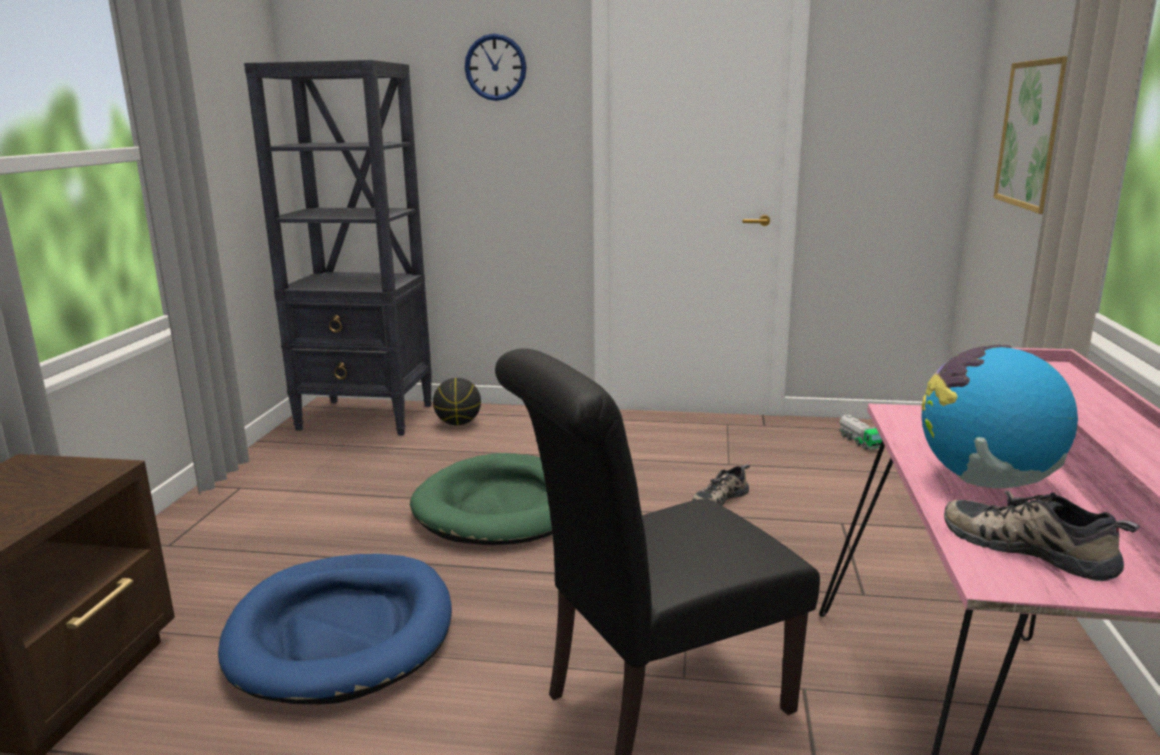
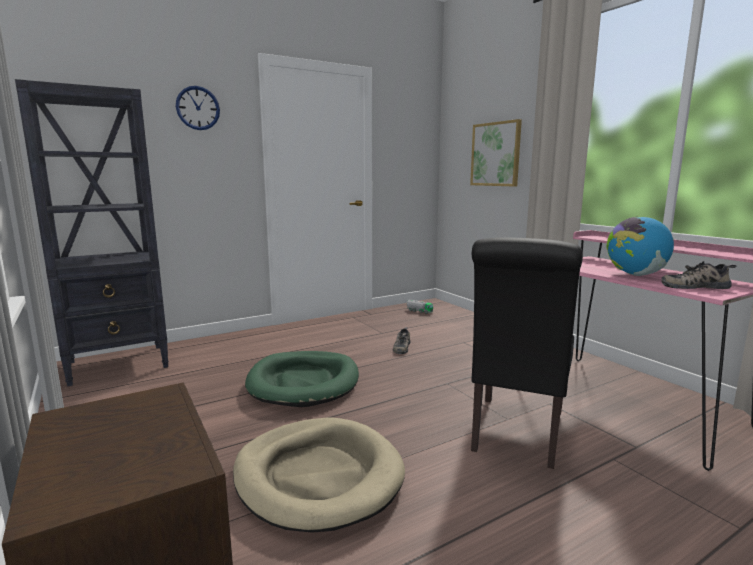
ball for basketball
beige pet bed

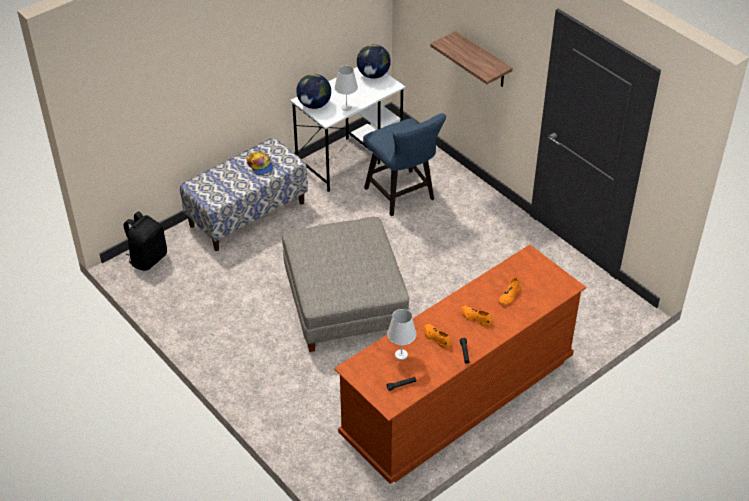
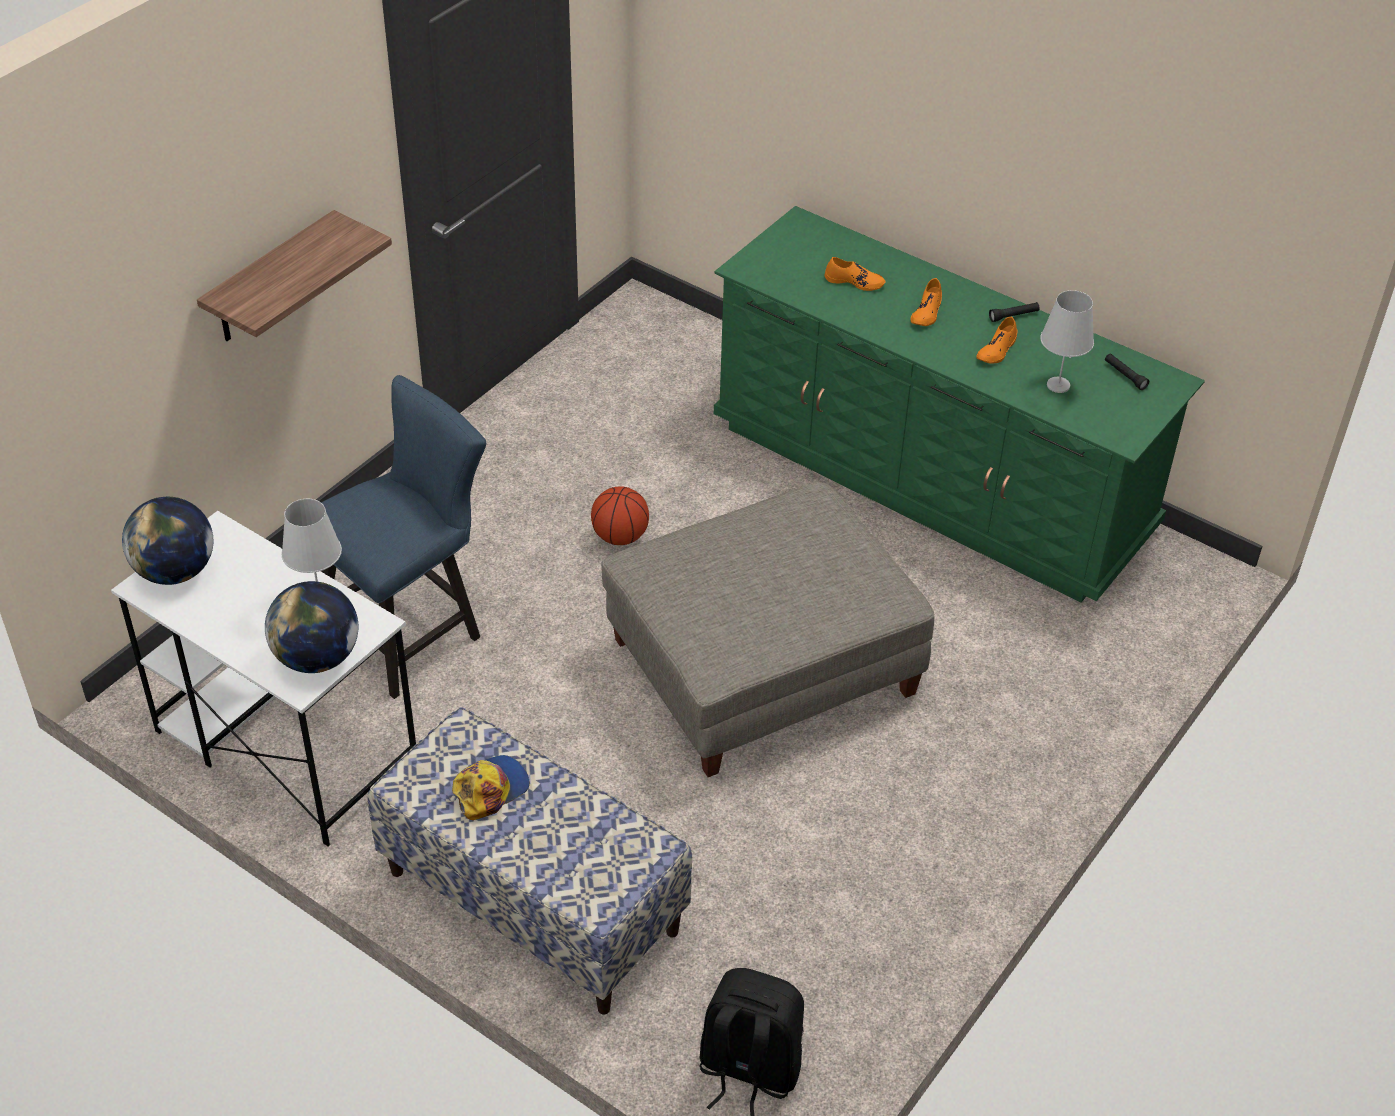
green-coloured drawer chest
ball for basketball

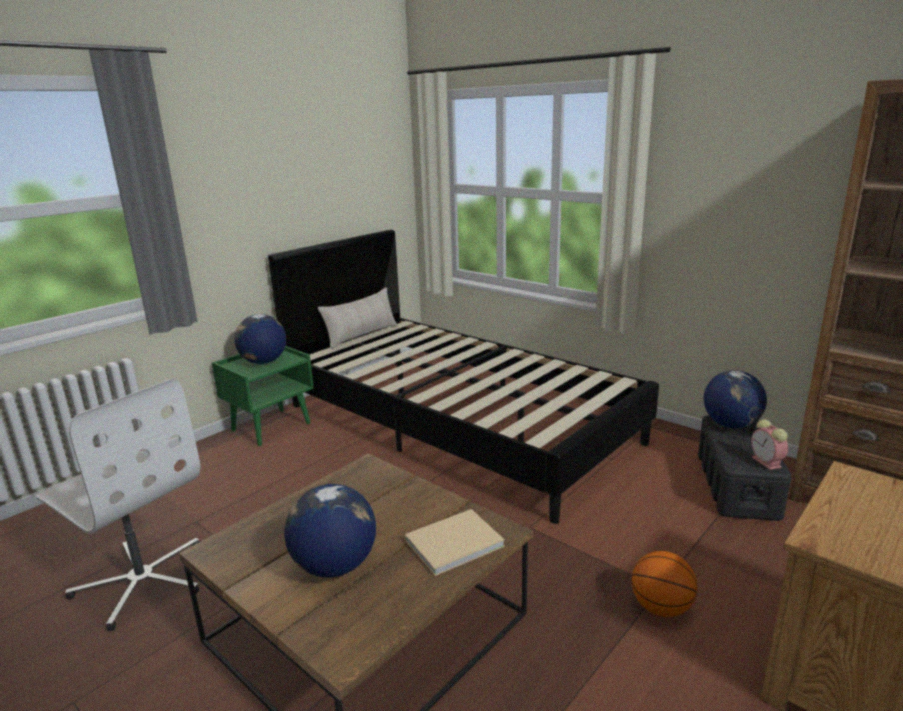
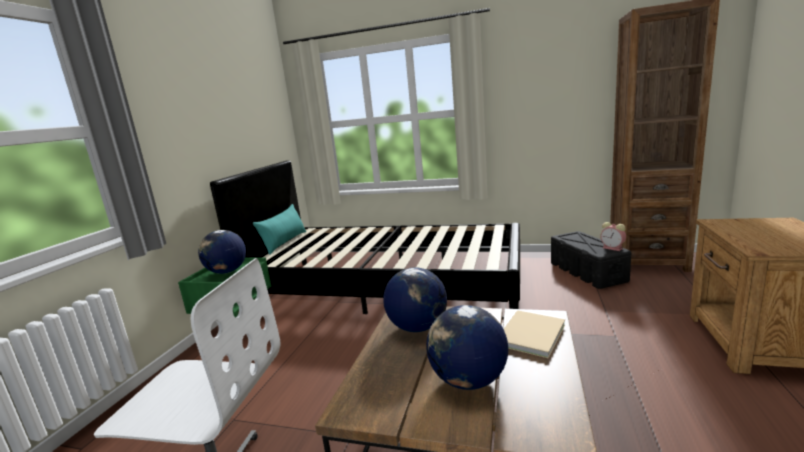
blue-green cushion
desk globe (2nd from left)
ball for basketball

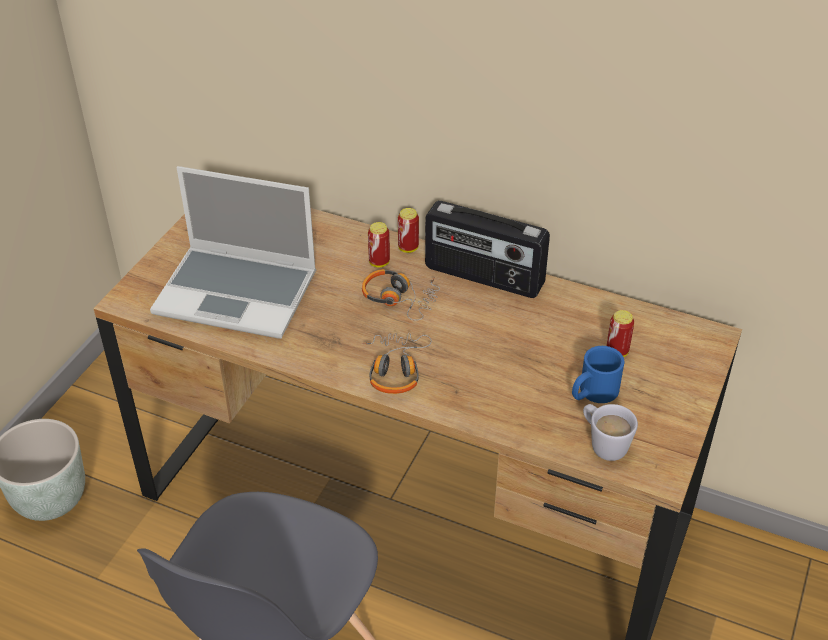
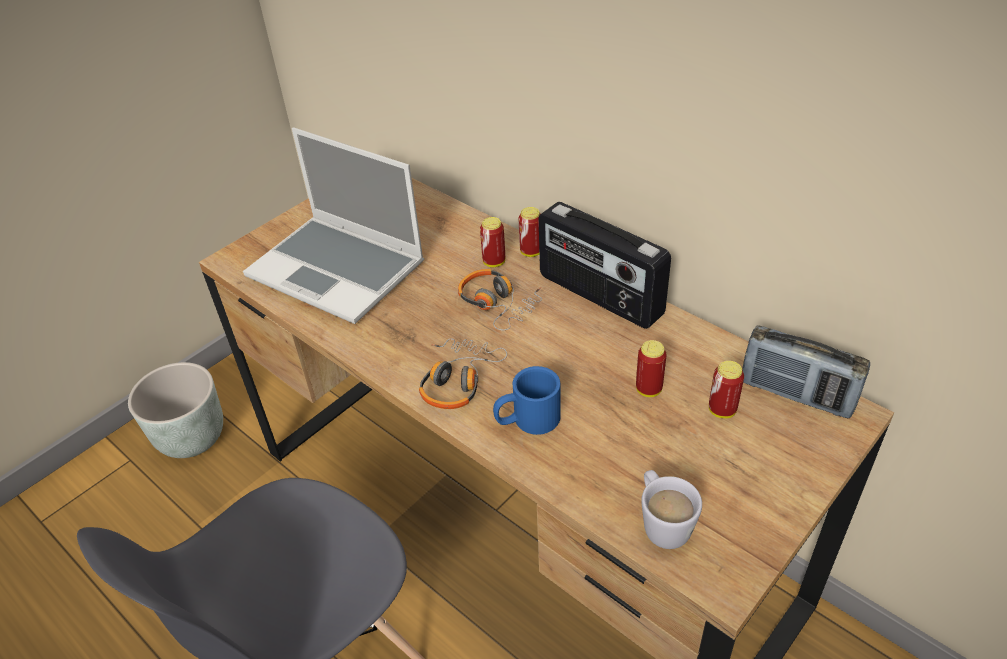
blue coffee mug
radio set (2nd from left)
metal can (3rd from left)

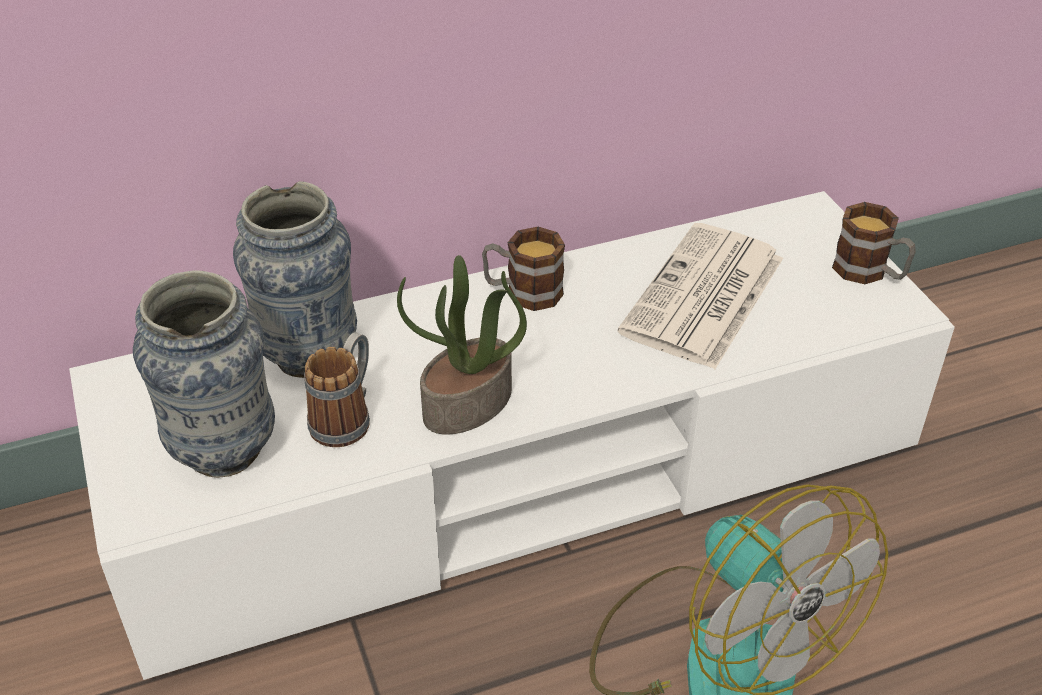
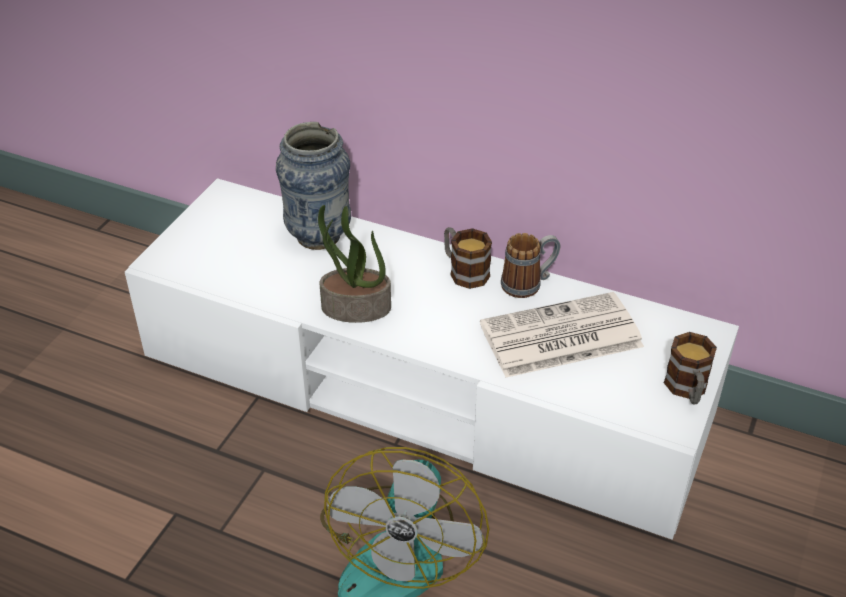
flower vase (1st from left in the first image)
coffee mug (2nd from left)

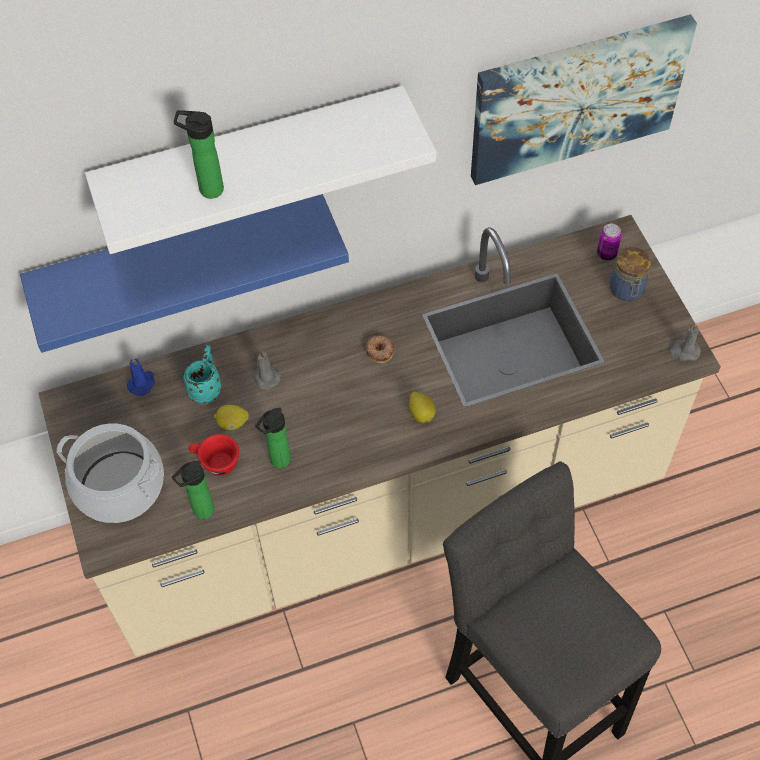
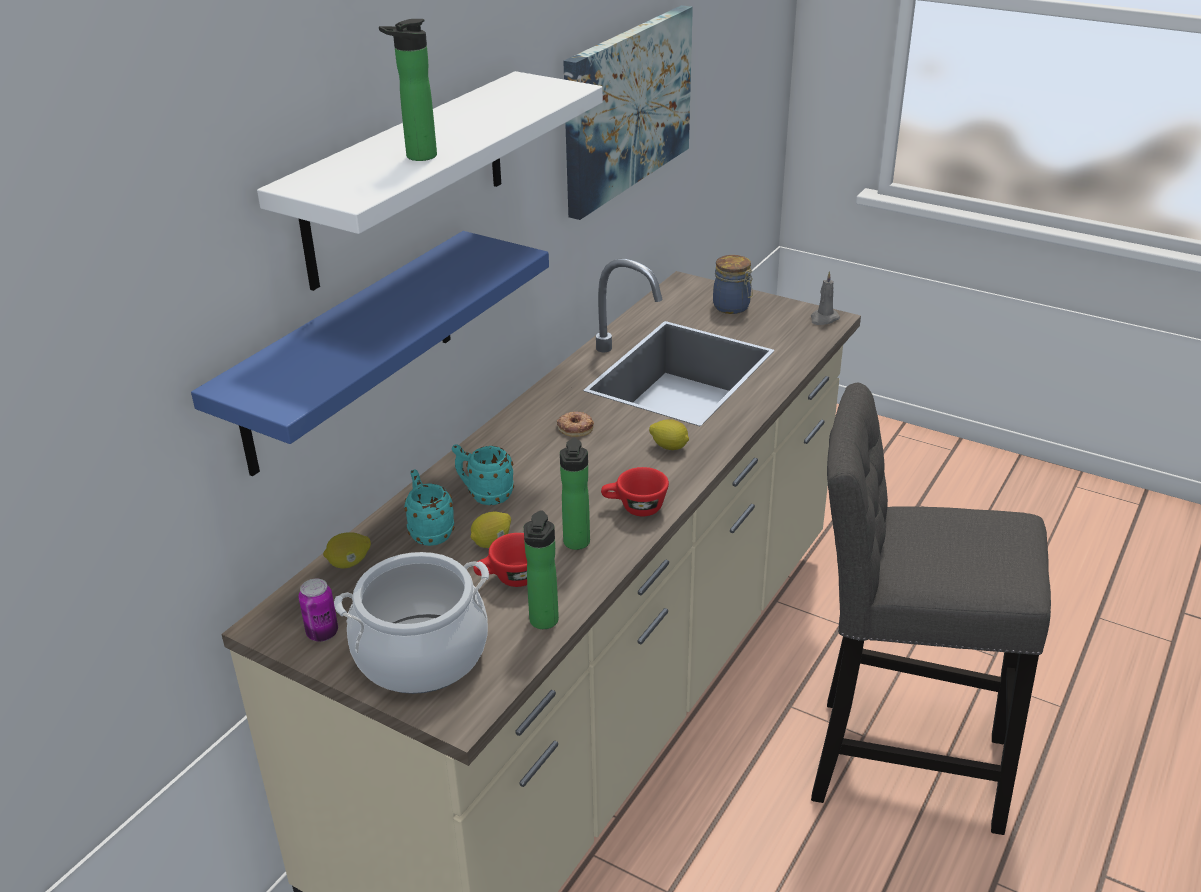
metal can
blue-green coffee mug (2nd from left)
lemon (1st from left)
red-coloured small cup (2nd from left)

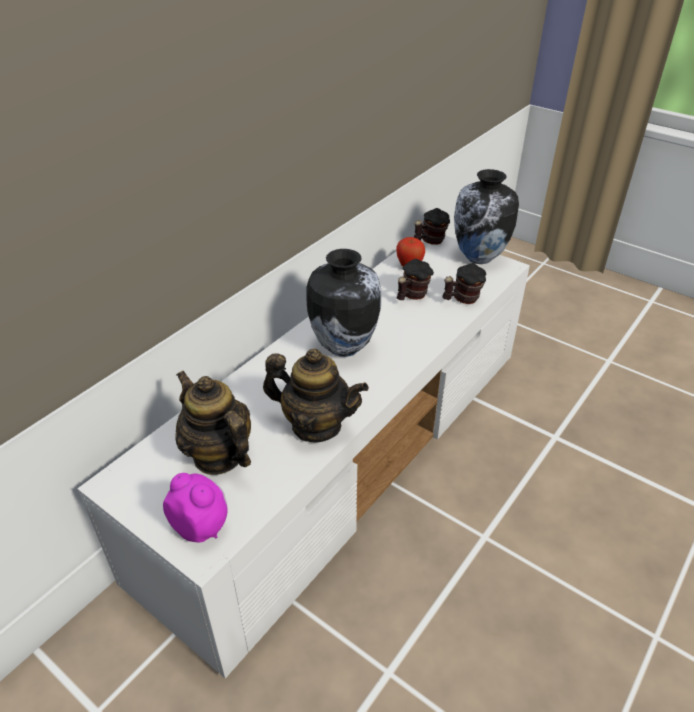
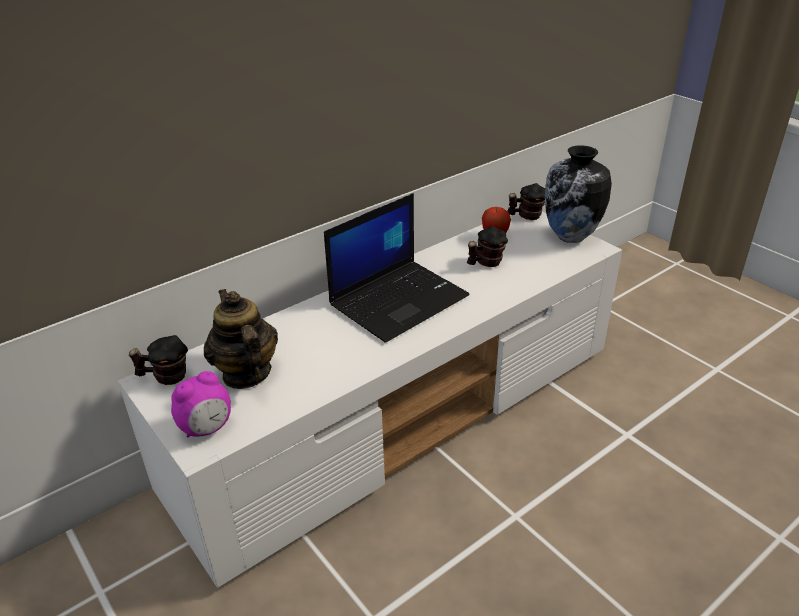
notebook computer
coffee mug (1st from left)
tea pot (2nd from left in the first image)
alarm clock

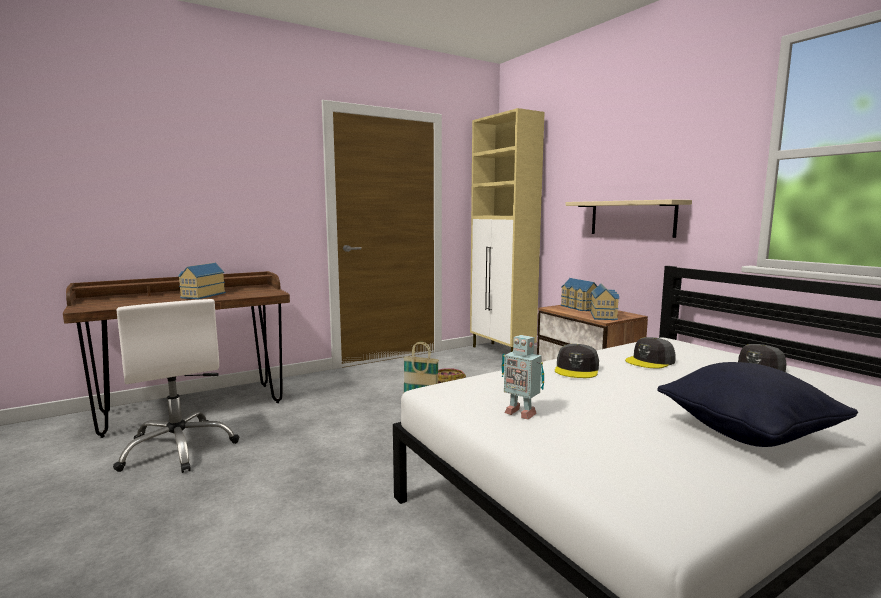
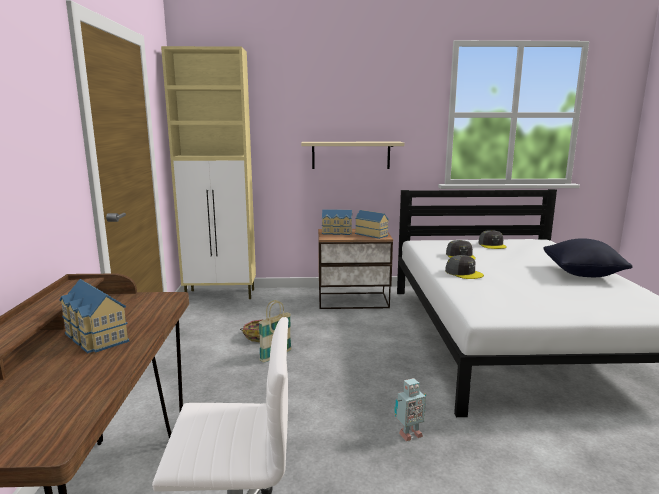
model robot

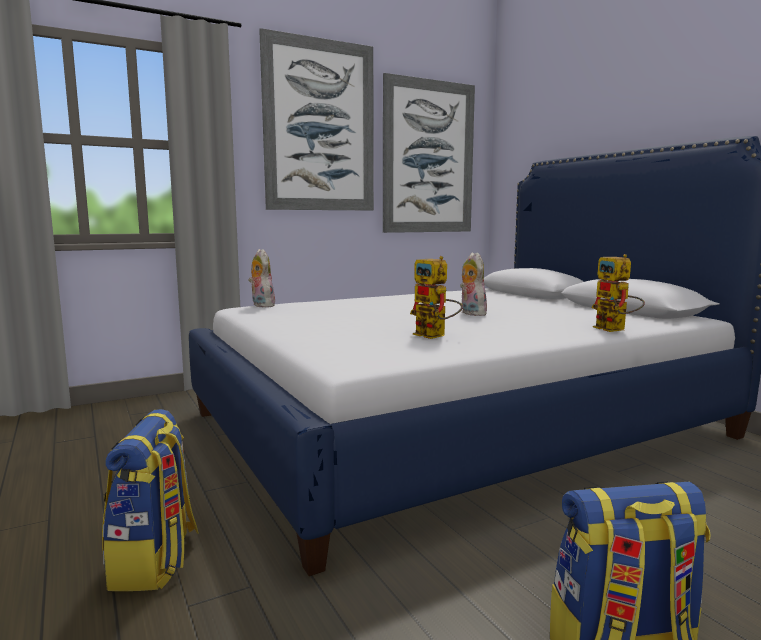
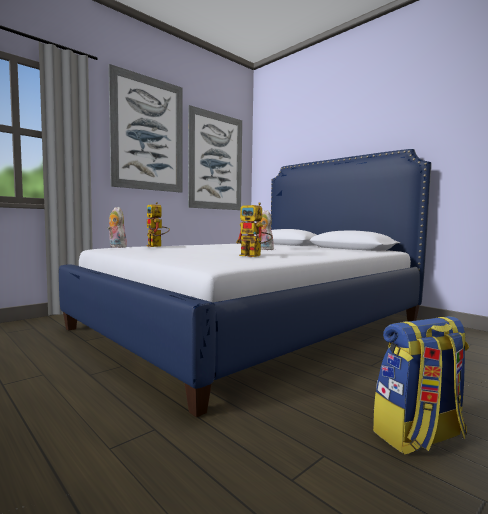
model robot (1st from left)
knapsack (1st from left in the first image)

